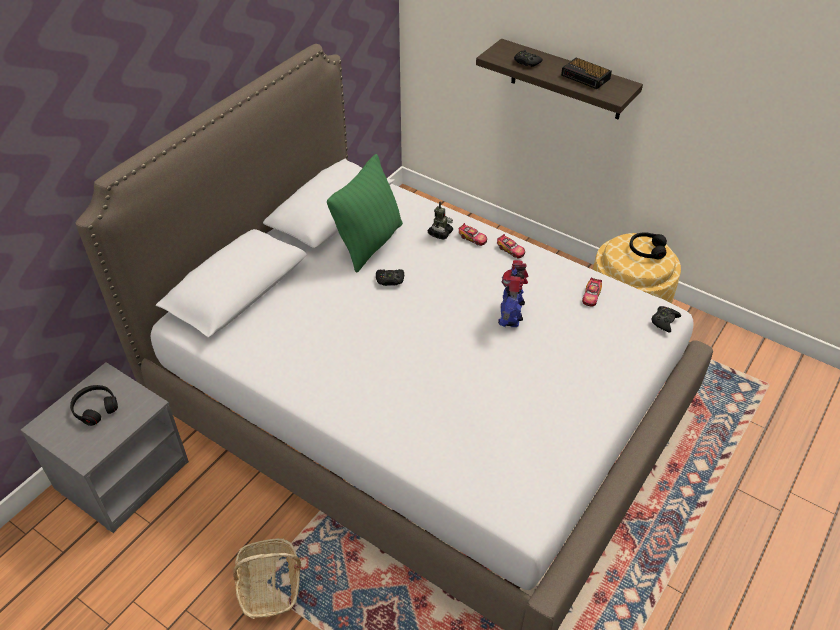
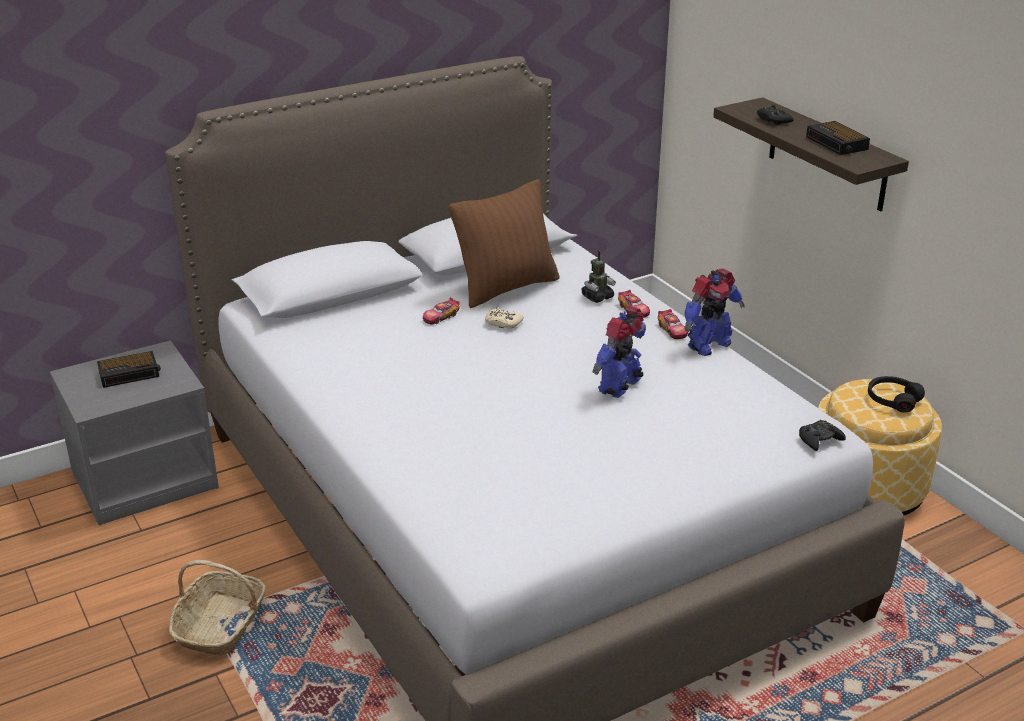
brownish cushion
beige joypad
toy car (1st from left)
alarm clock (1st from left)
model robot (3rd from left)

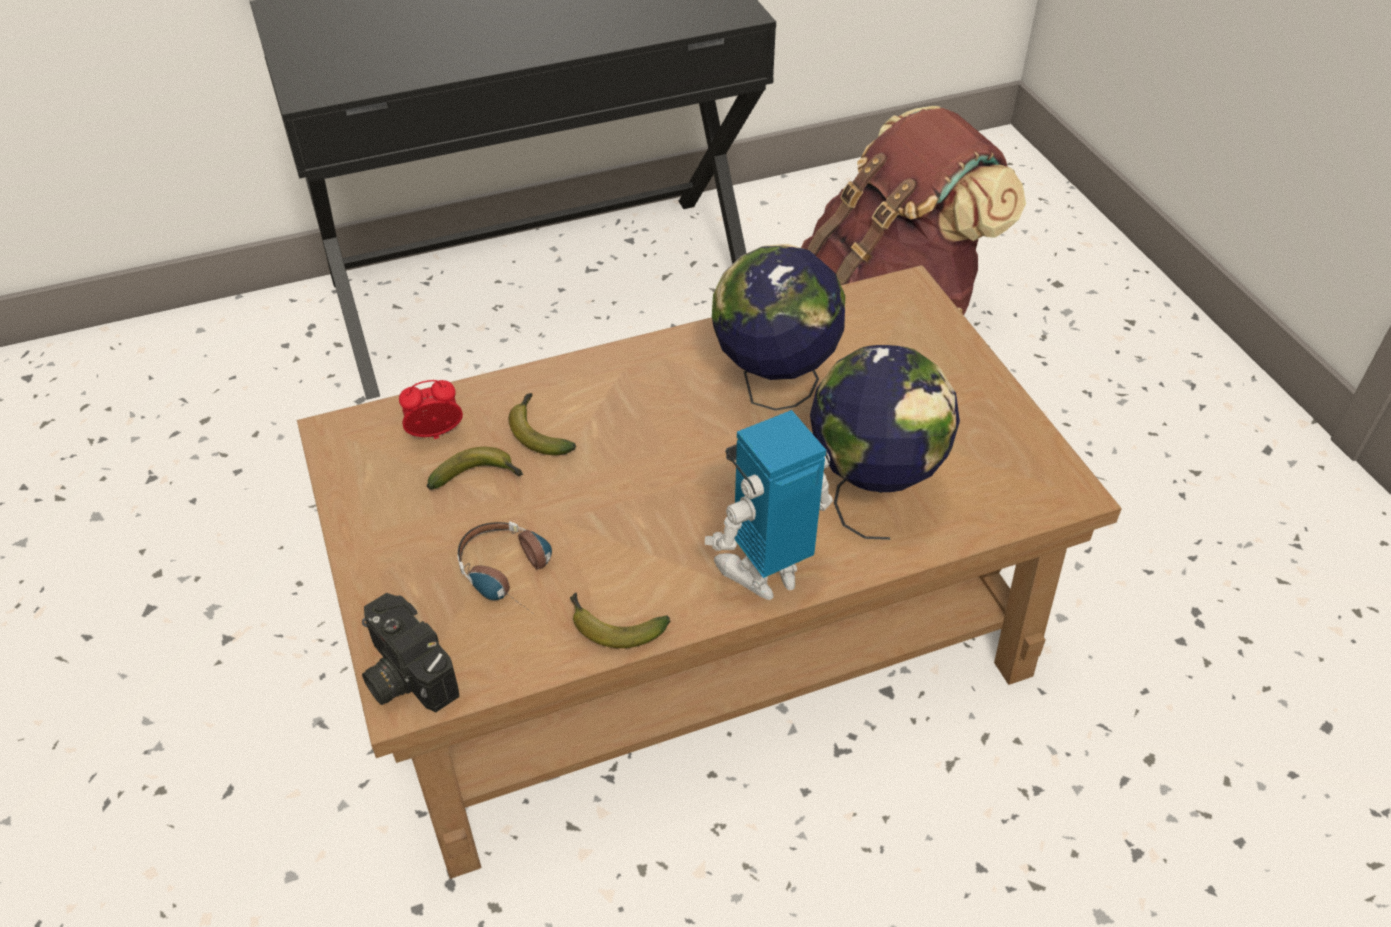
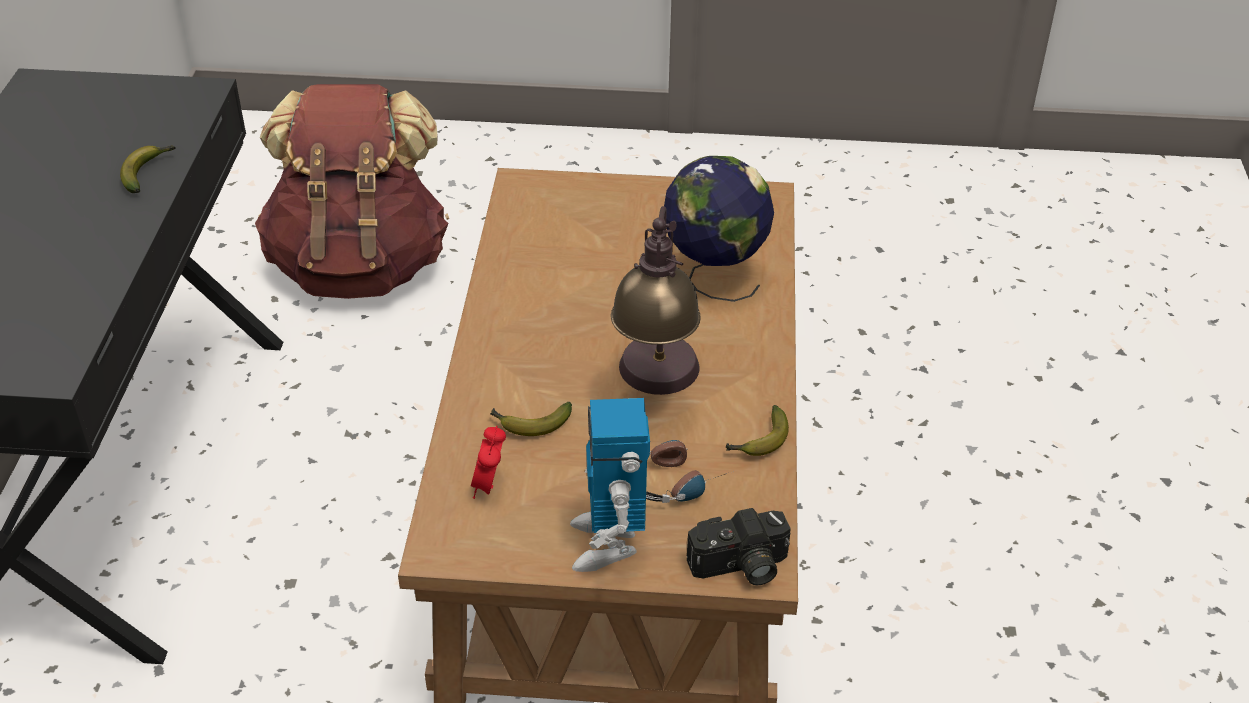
desk globe (1st from left in the first image)
model robot
banana fruit (1st from left)
tabletop lamp

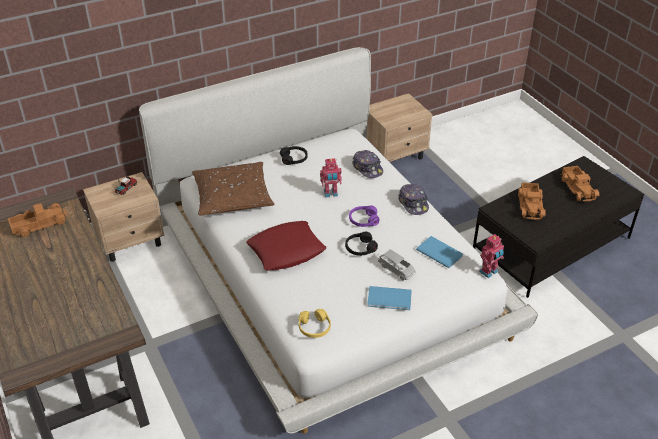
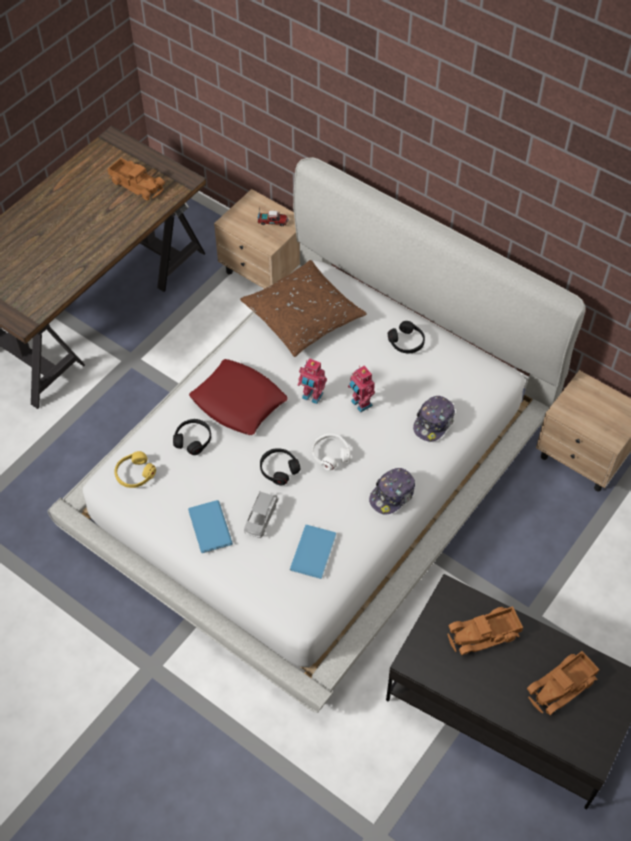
white-coloured headphones
model robot (1st from left)
black-coloured headphones (1st from left)

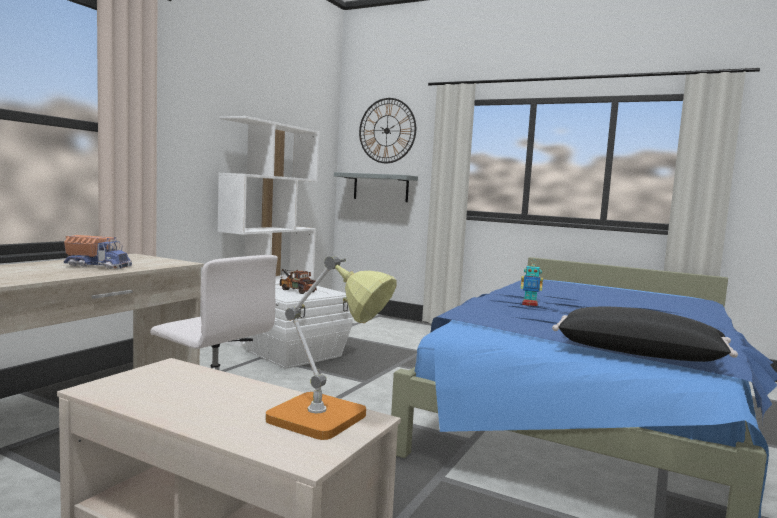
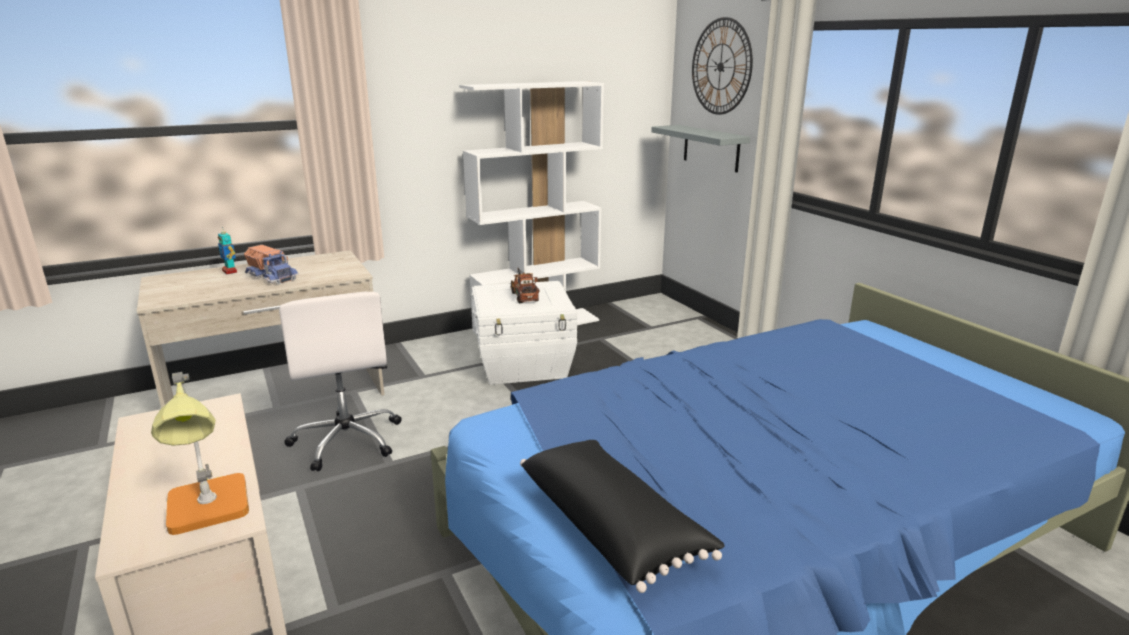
model robot

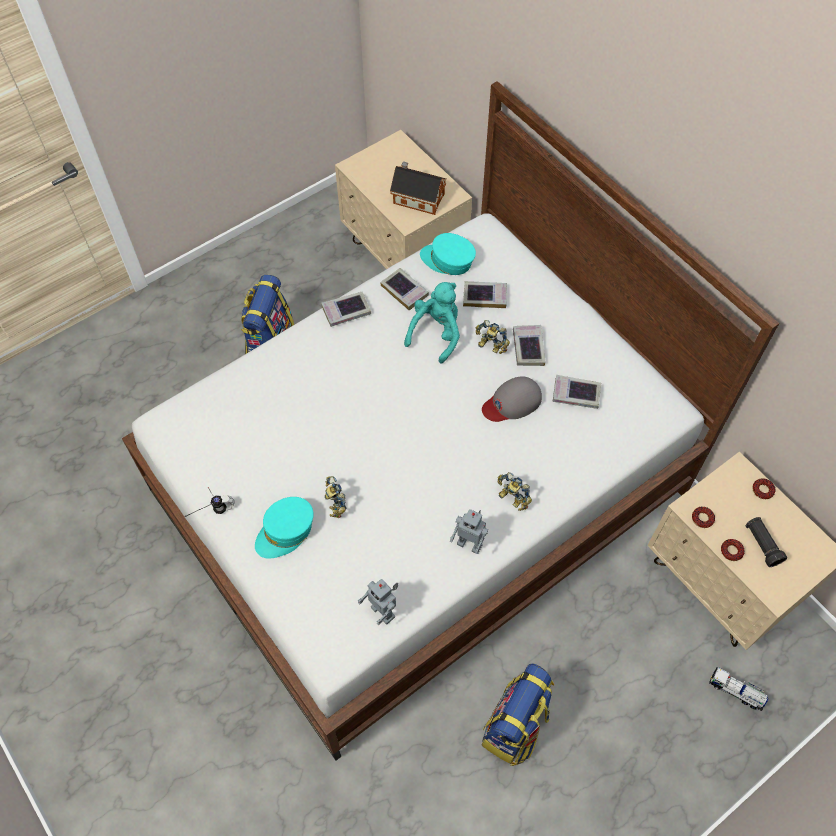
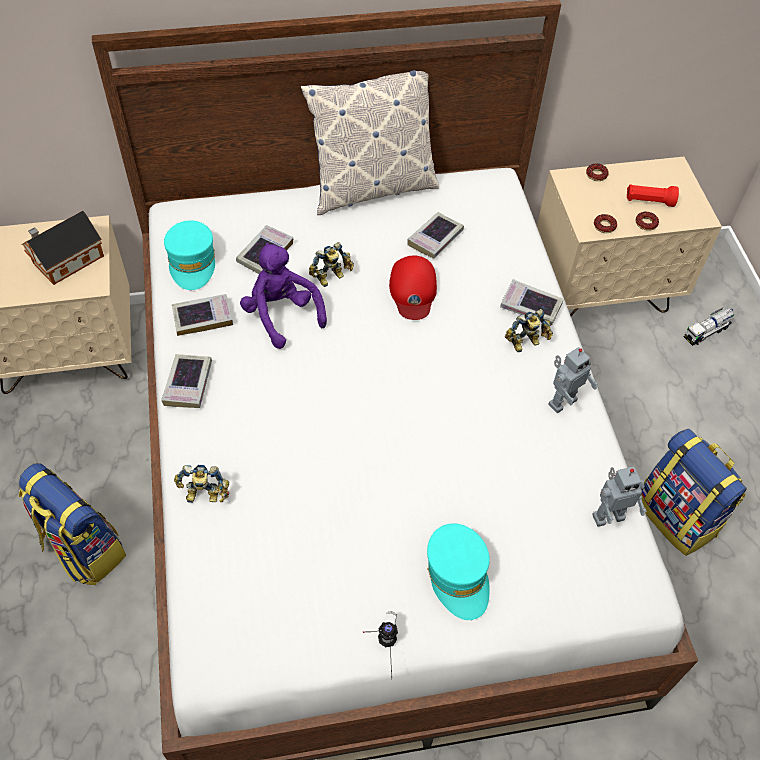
blue-green peaked cap (1st from left)
purplish plush toy
bound book (5th from left)
red-coloured peaked cap
model robot (1st from left)
red-coloured hand torch
cushion

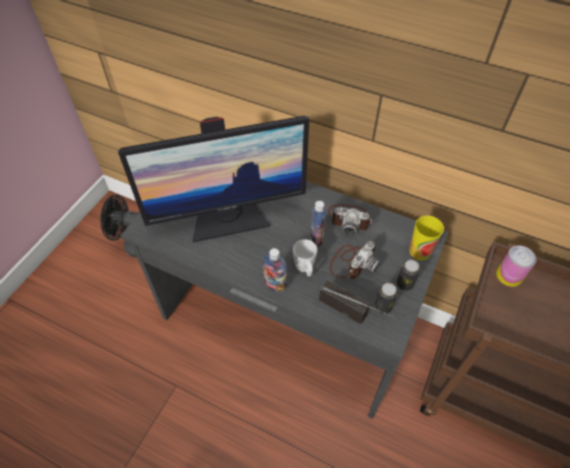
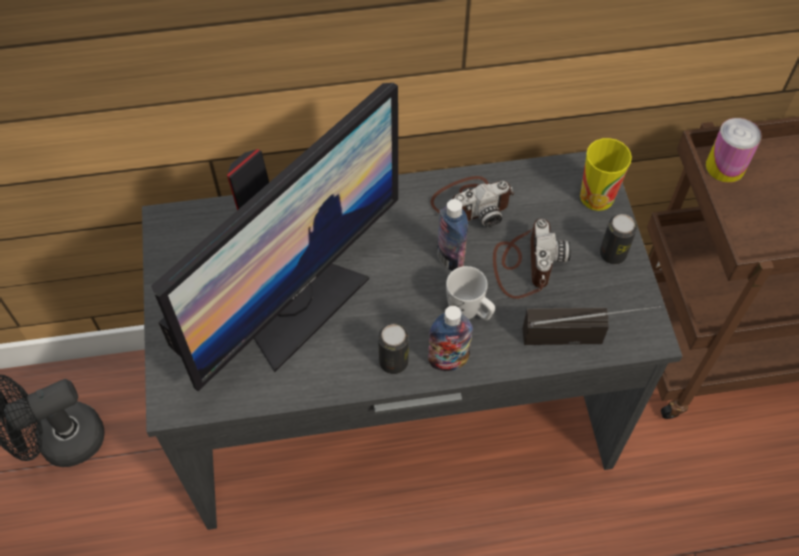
metal can (1st from left)

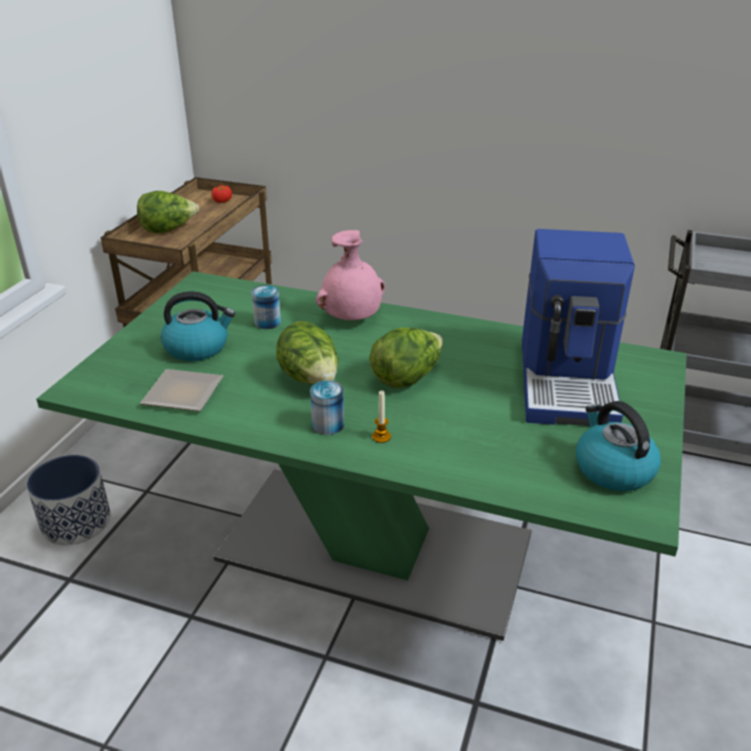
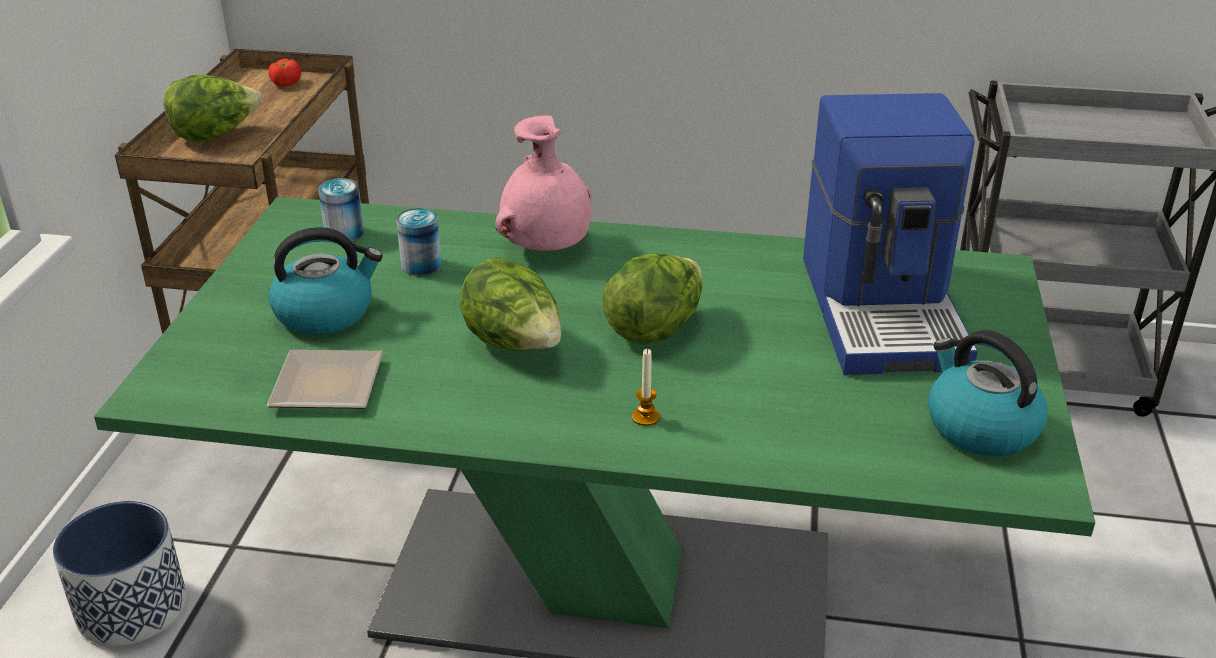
metal can (1st from left)

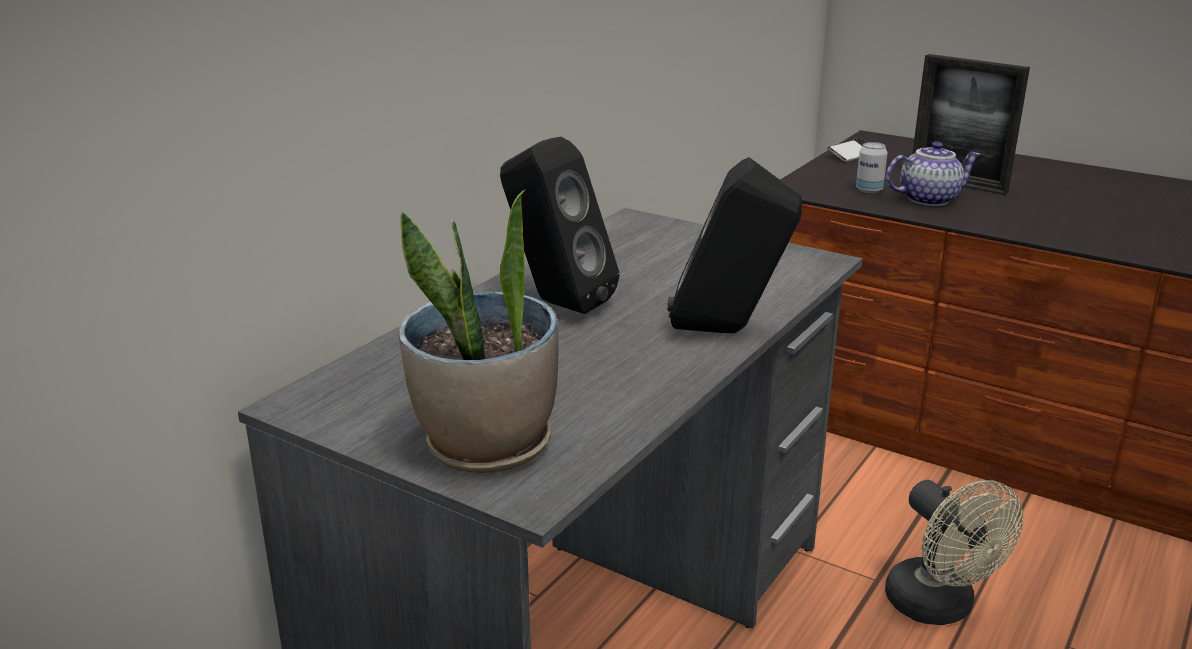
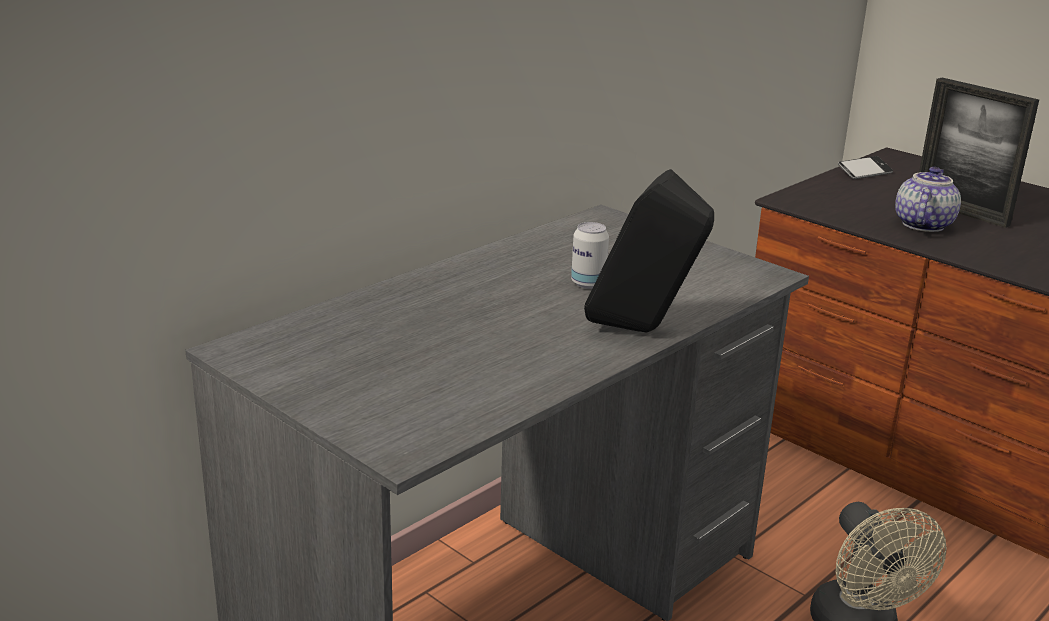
black-coloured speaker (1st from left in the first image)
tea pot
metal can
houseplant

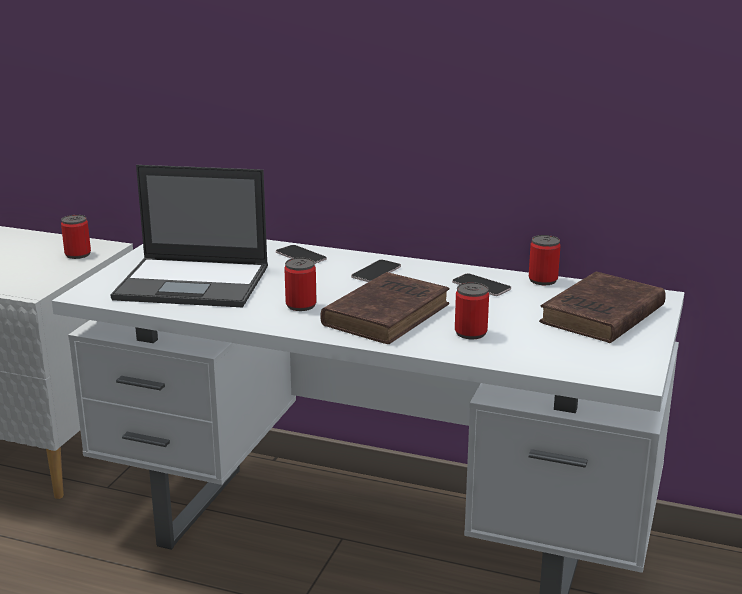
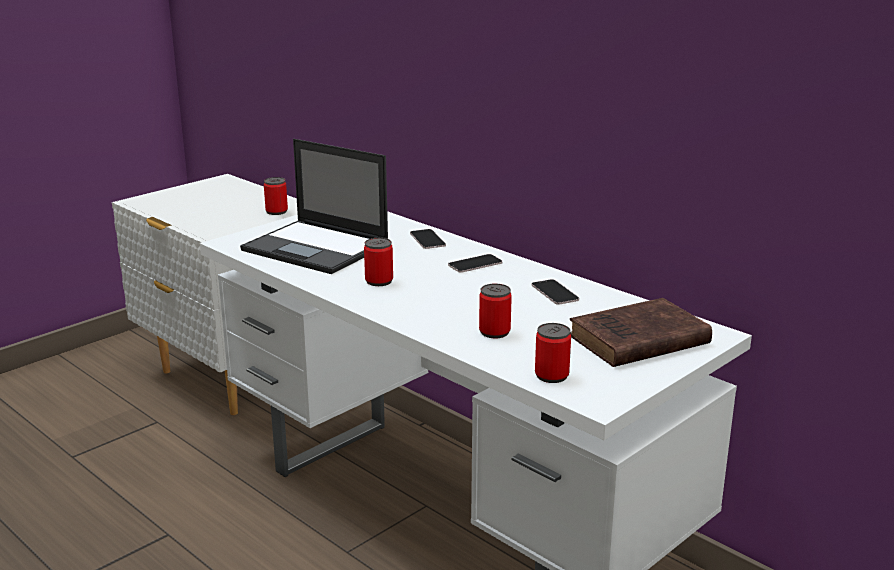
metal can (4th from left)
brownish bound book (1st from left in the first image)

